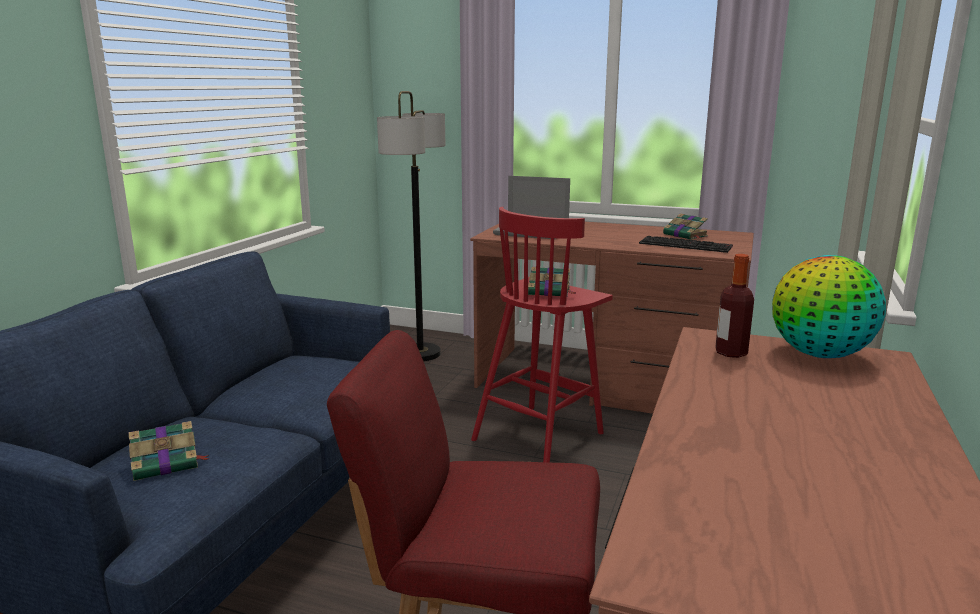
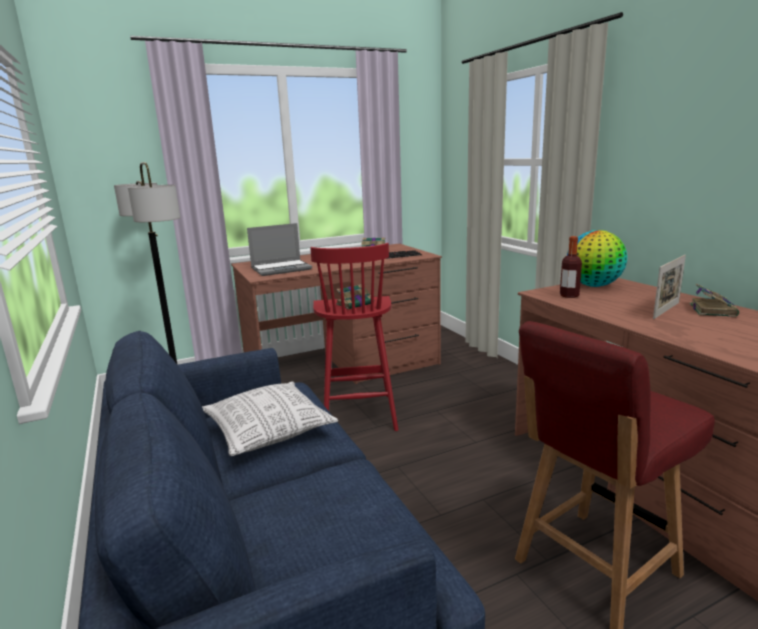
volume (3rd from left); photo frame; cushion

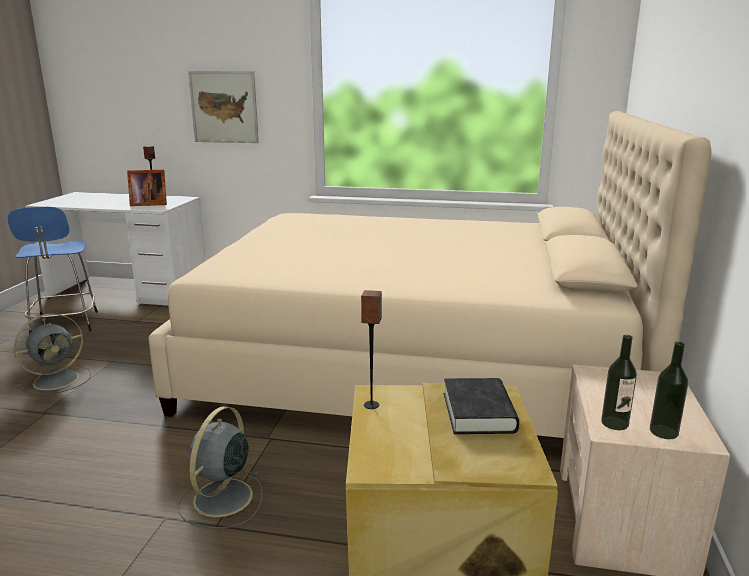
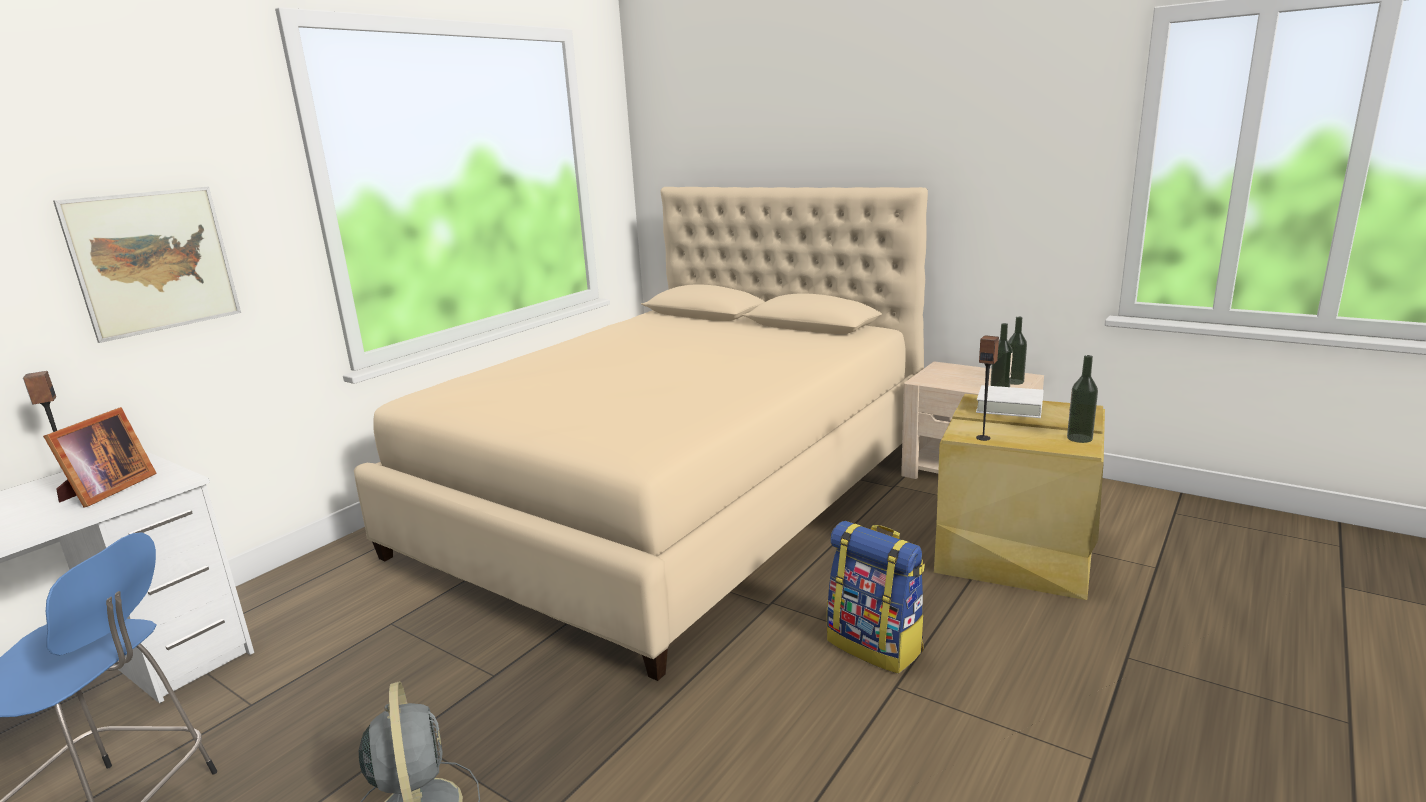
whitish volume; backpack; drink bottle (3rd from left)

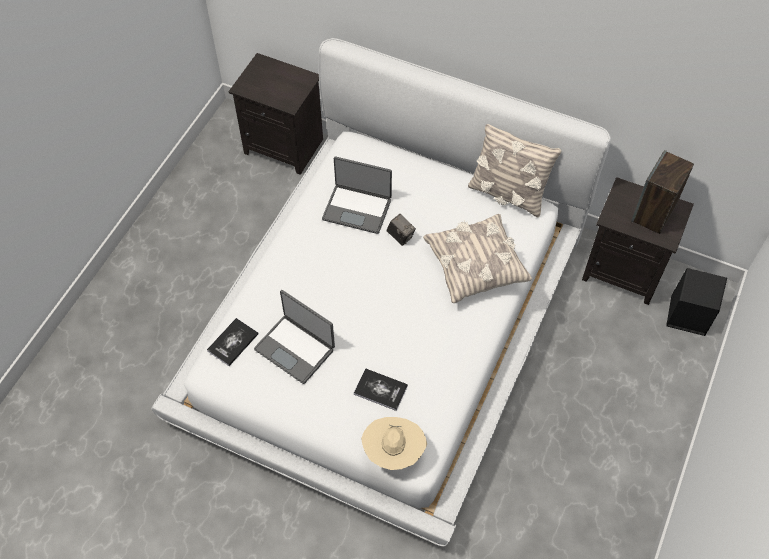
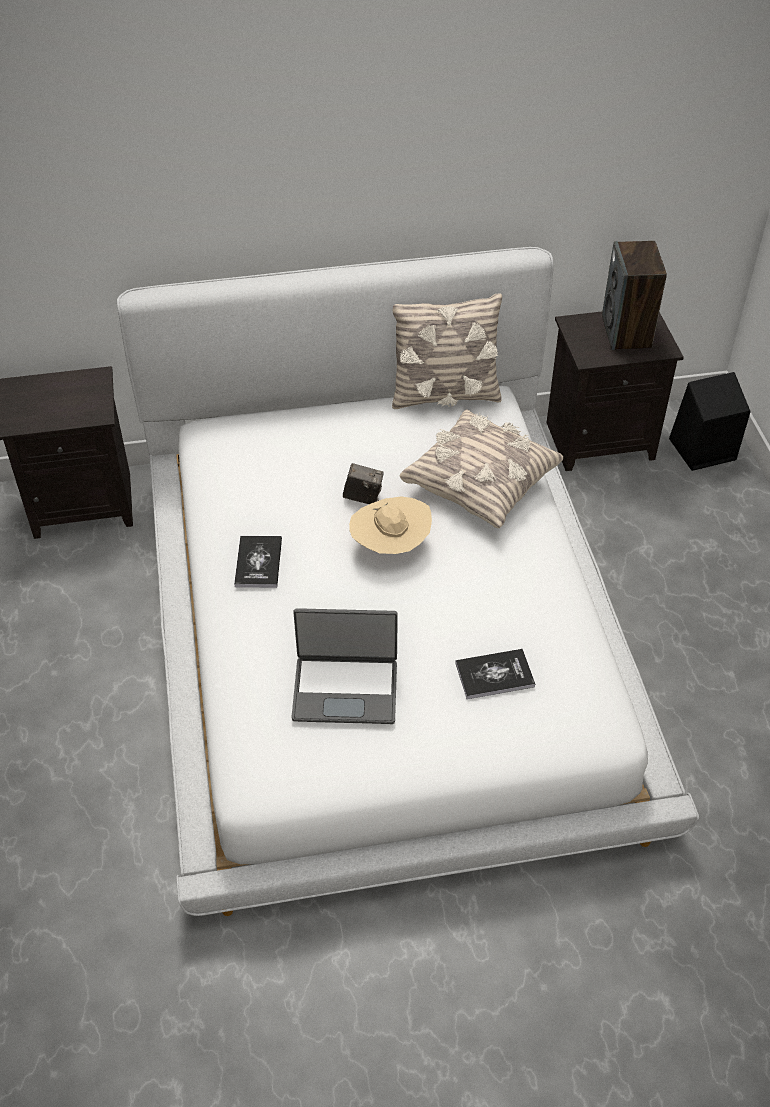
notebook computer (2nd from left in the first image); volume (1st from left); beige-coloured clothing hat

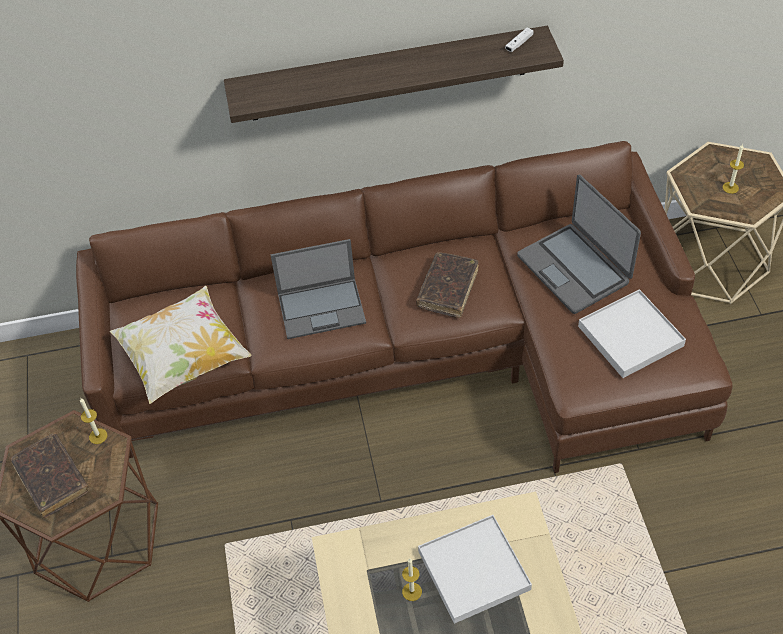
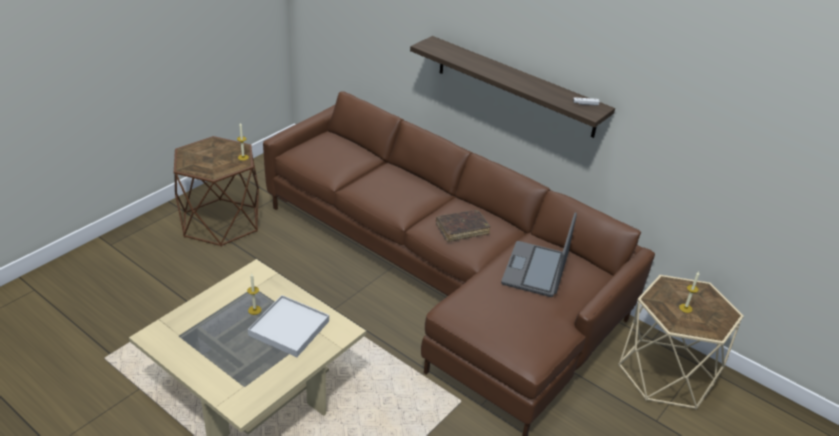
notebook computer (1st from left in the first image); cushion; whitish tray (2nd from left in the first image); brownish volume (1st from left in the first image)

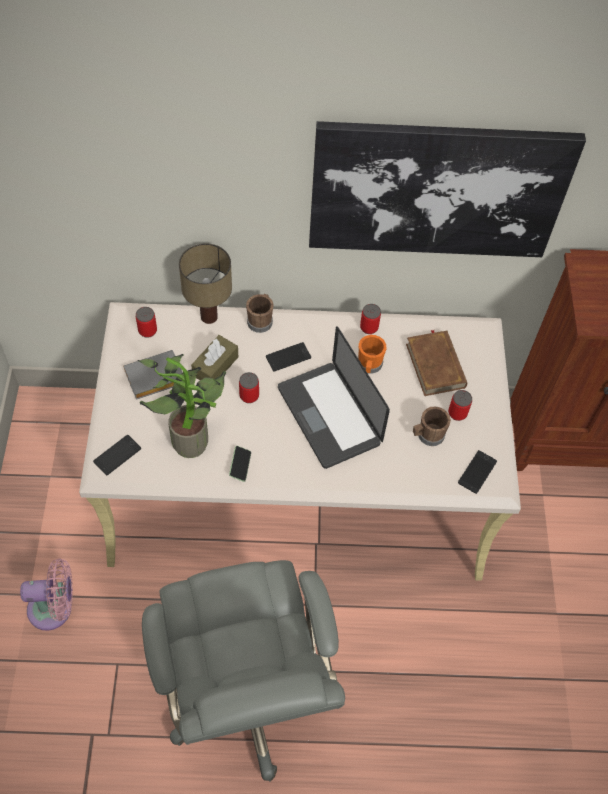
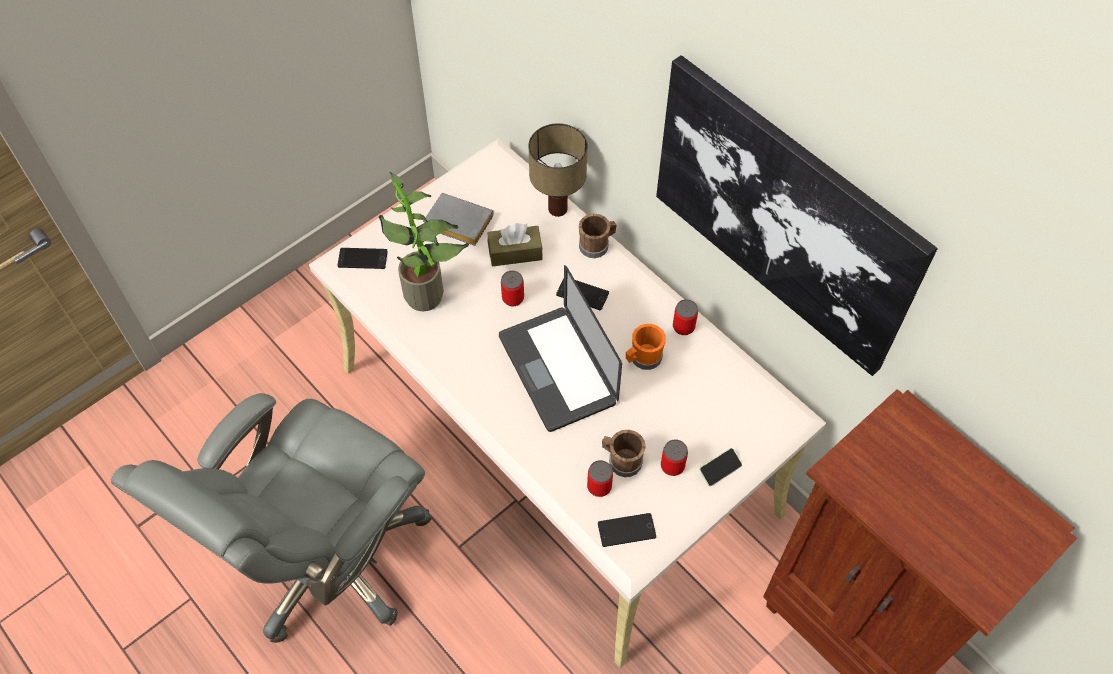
can (2nd from left); notebook computer; brownish volume; phone (4th from left); pinkish fan

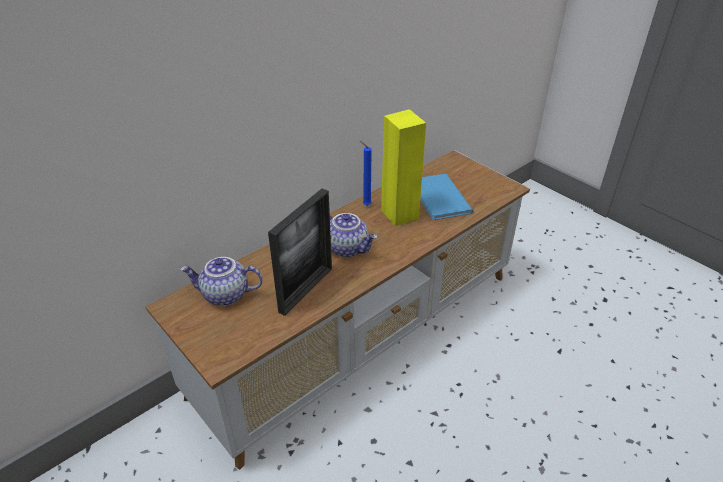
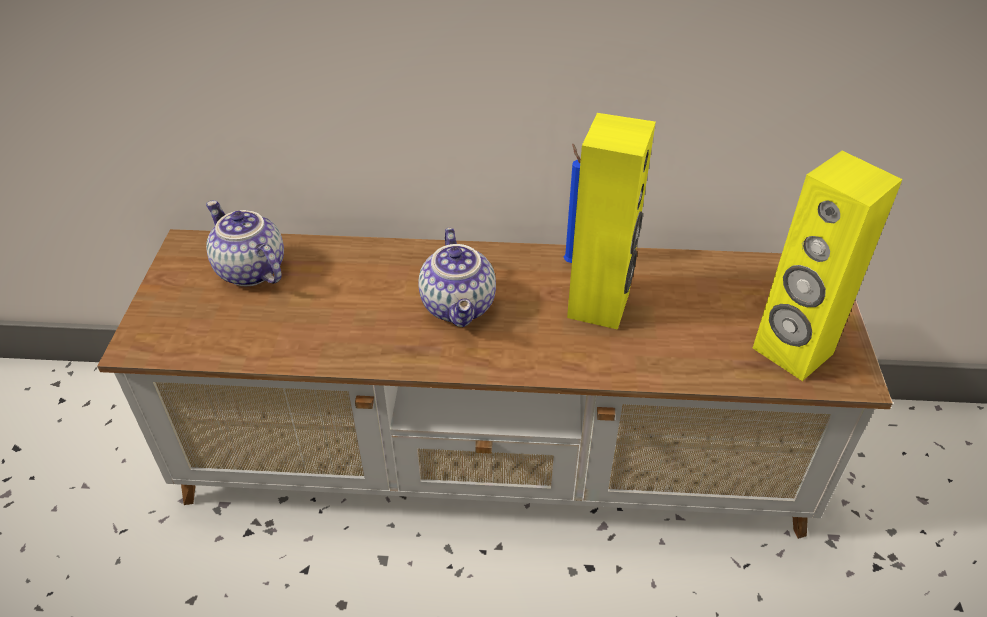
blue-coloured volume; photo frame; yellow-coloured loudspeaker (2nd from left)

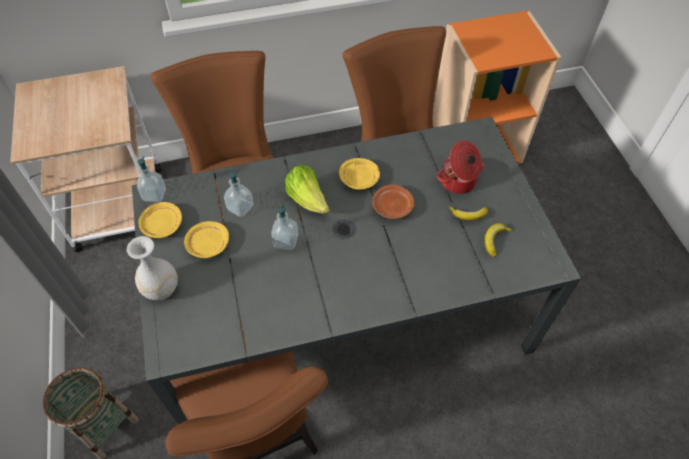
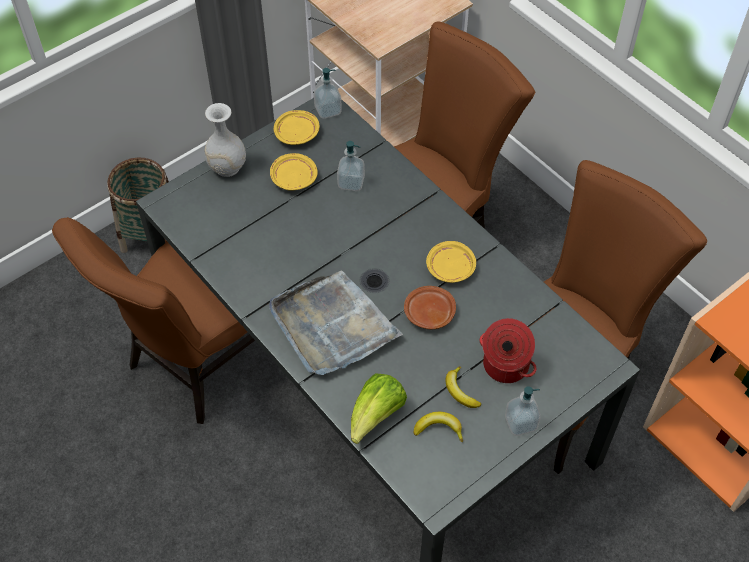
lettuce head; soap dispenser (3rd from left); greyish tray

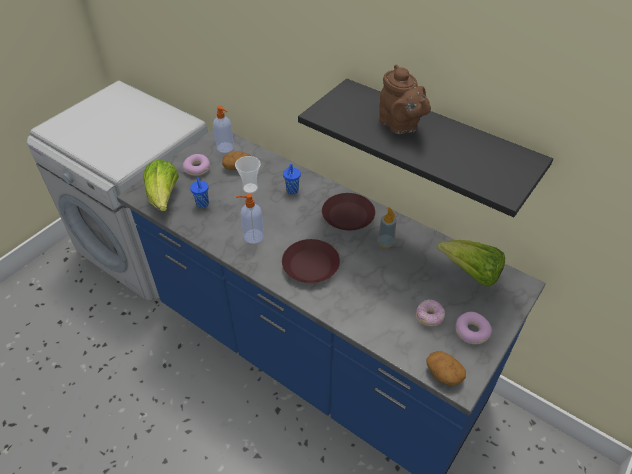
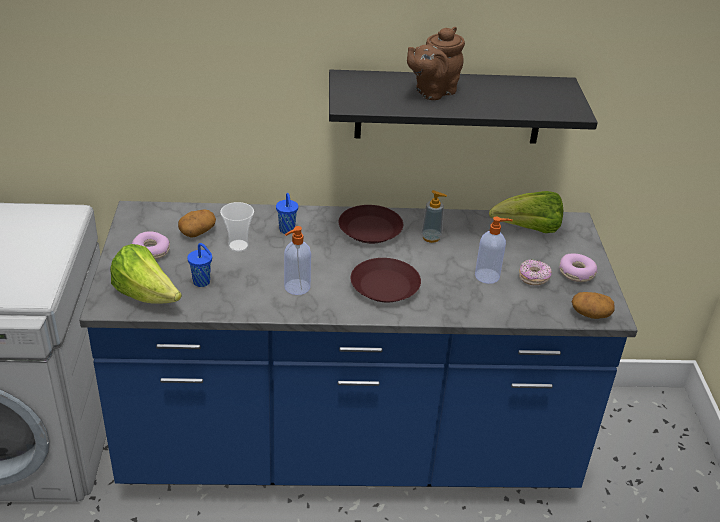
brownish teapot; soap dispenser (3rd from left)

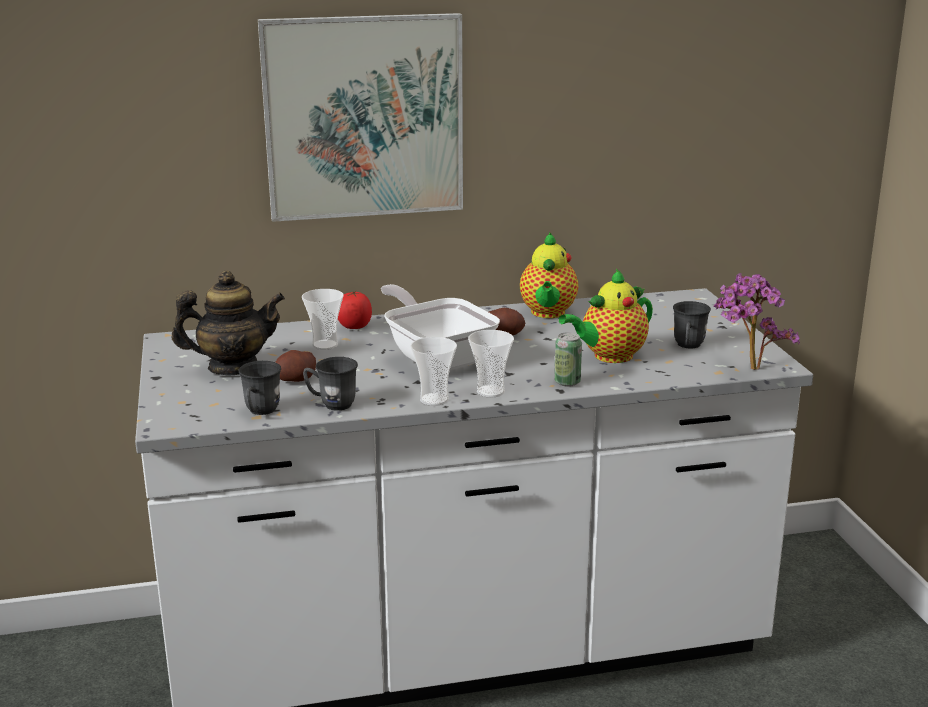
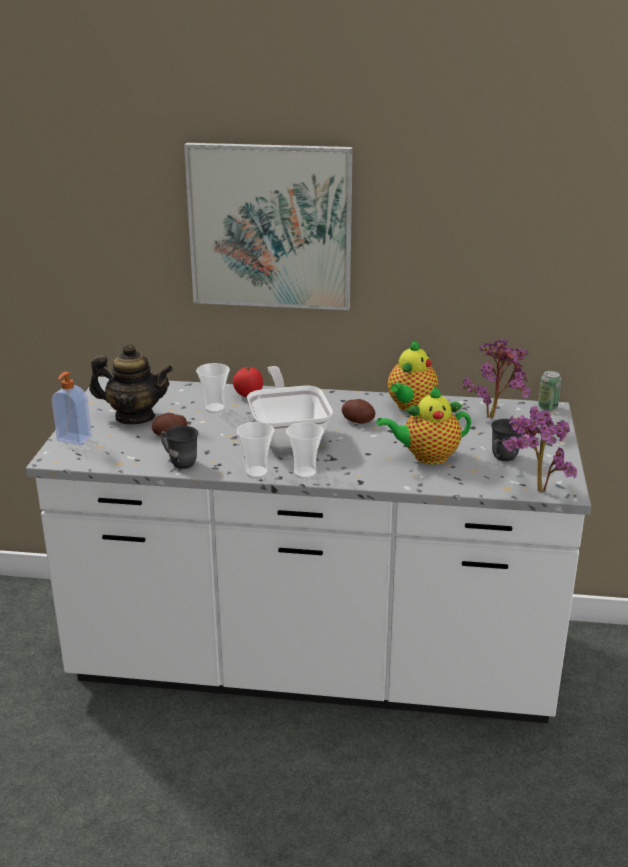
can; greyish tea mug (1st from left in the first image); houseplant (1st from left); soap dispenser

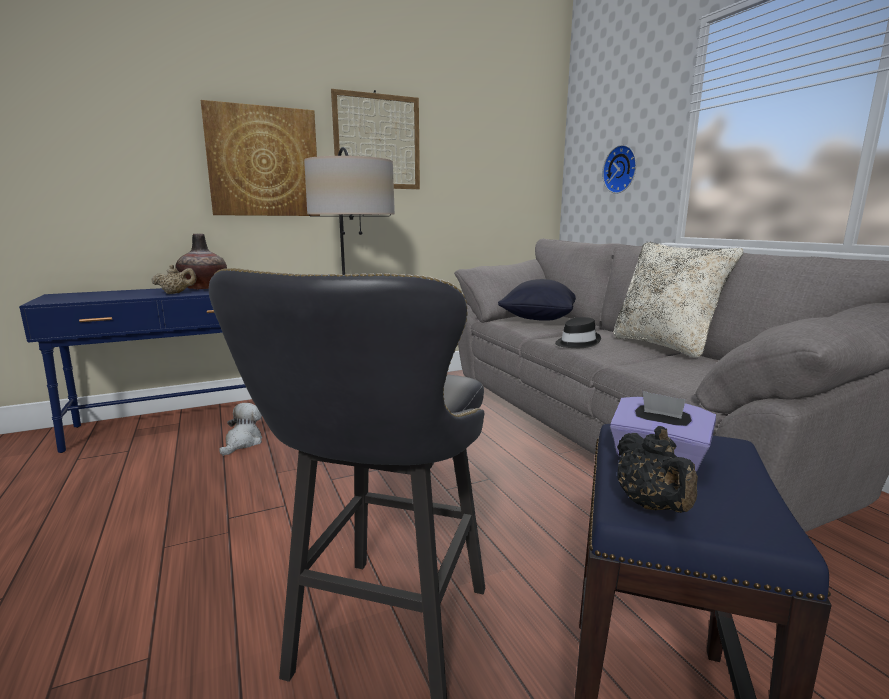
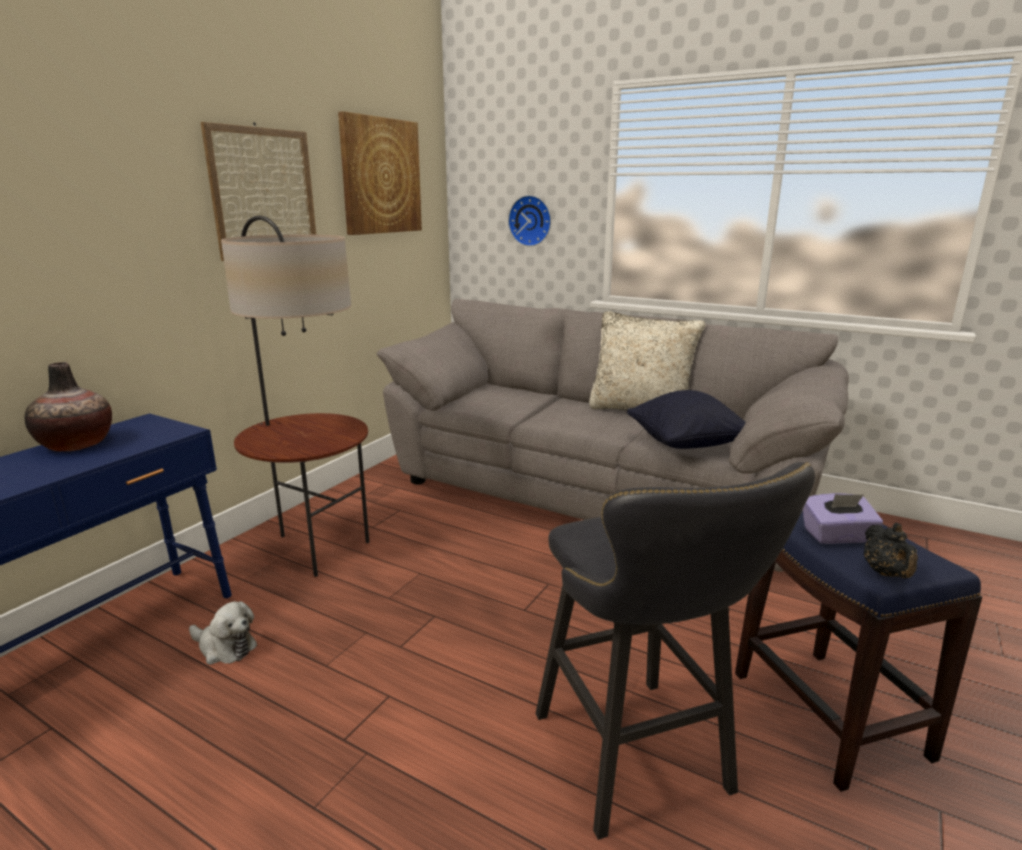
picture (2nd from left); beige-coloured teapot; black-coloured cushion; black-coloured clothing hat; cuddly toy; black-coloured teapot

